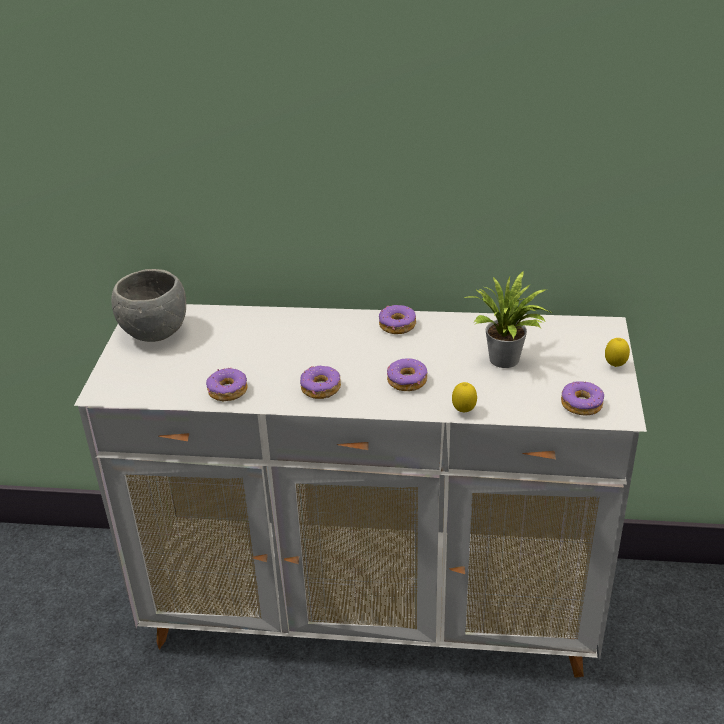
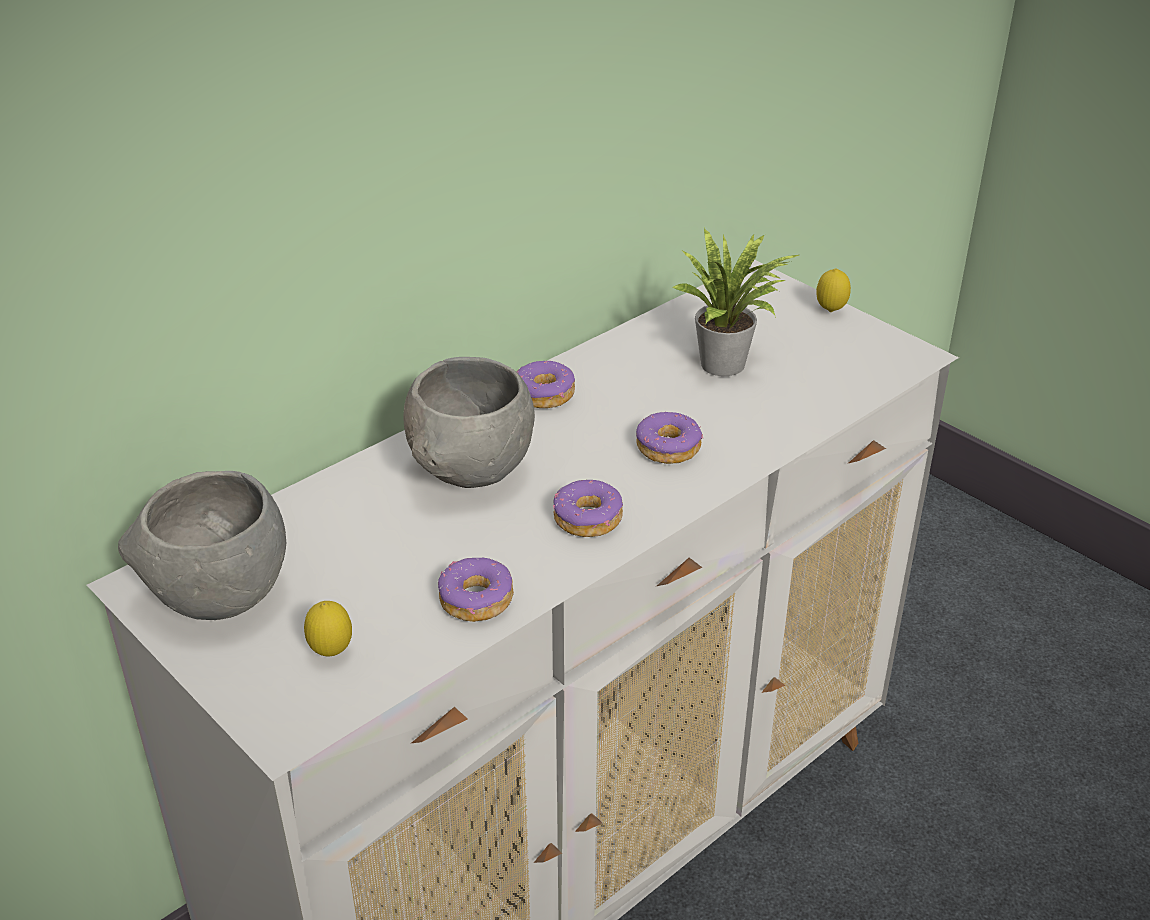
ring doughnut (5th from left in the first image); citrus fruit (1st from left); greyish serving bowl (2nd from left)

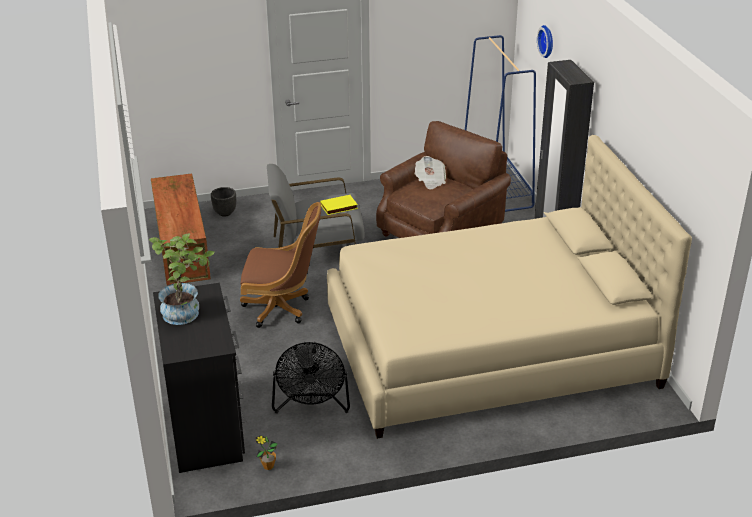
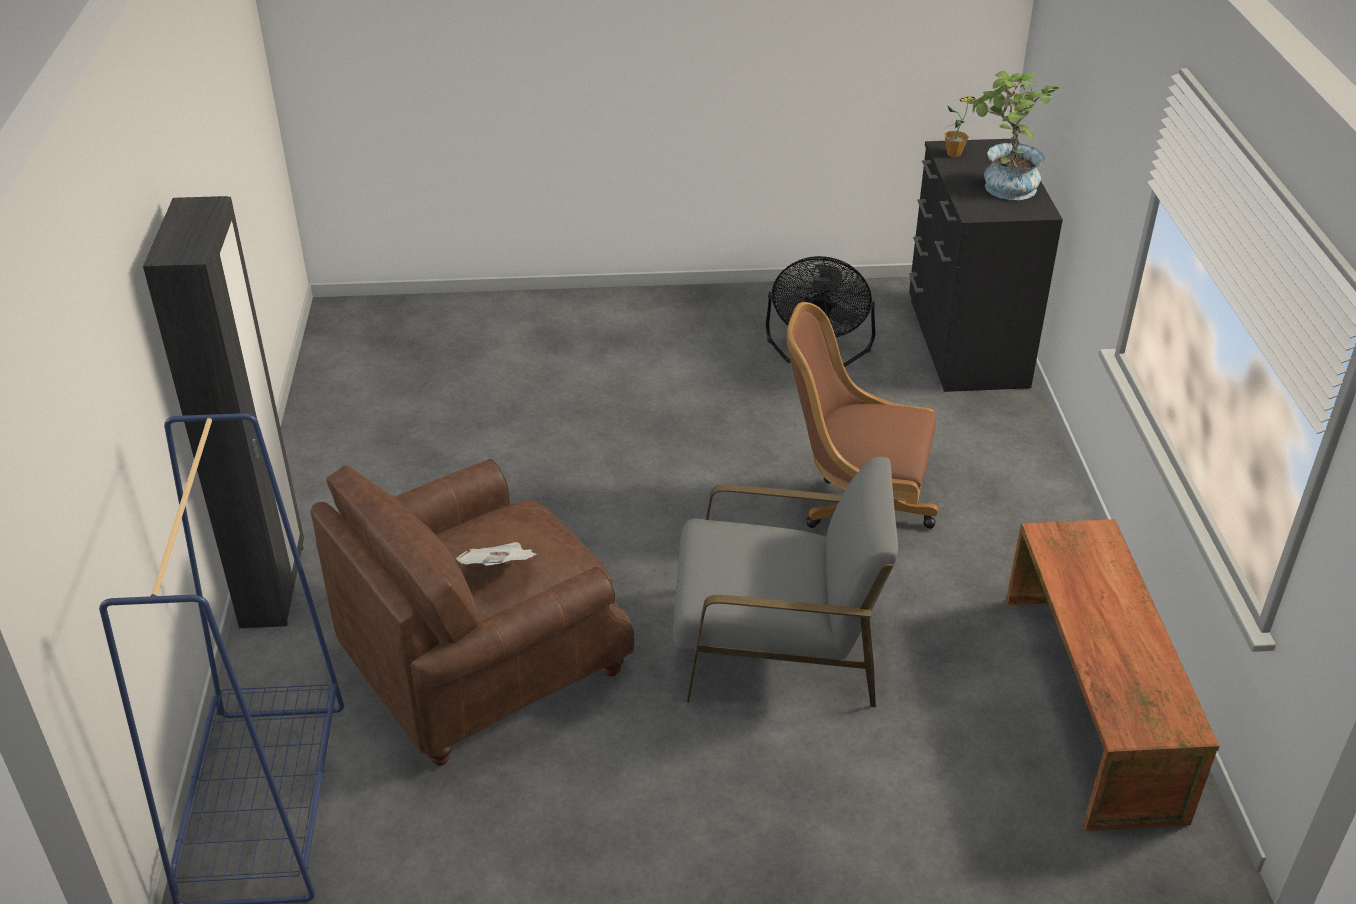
wall clock; beige-coloured sleeping bed; black-coloured planter; yellow-coloured volume; houseplant (1st from left)

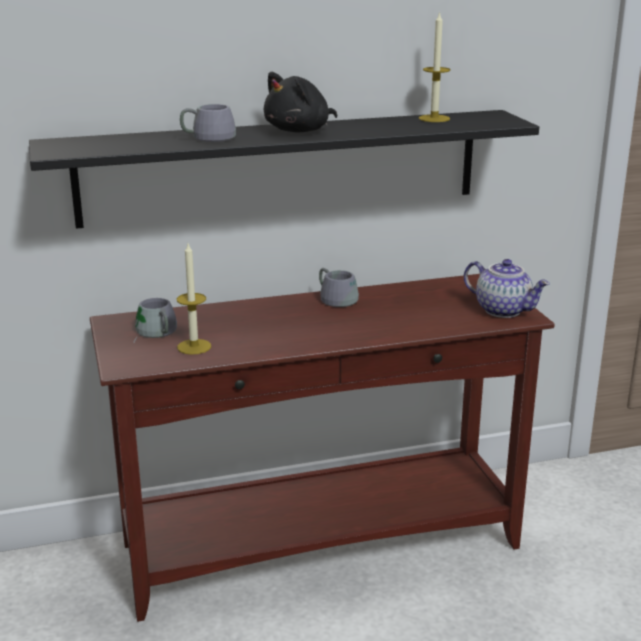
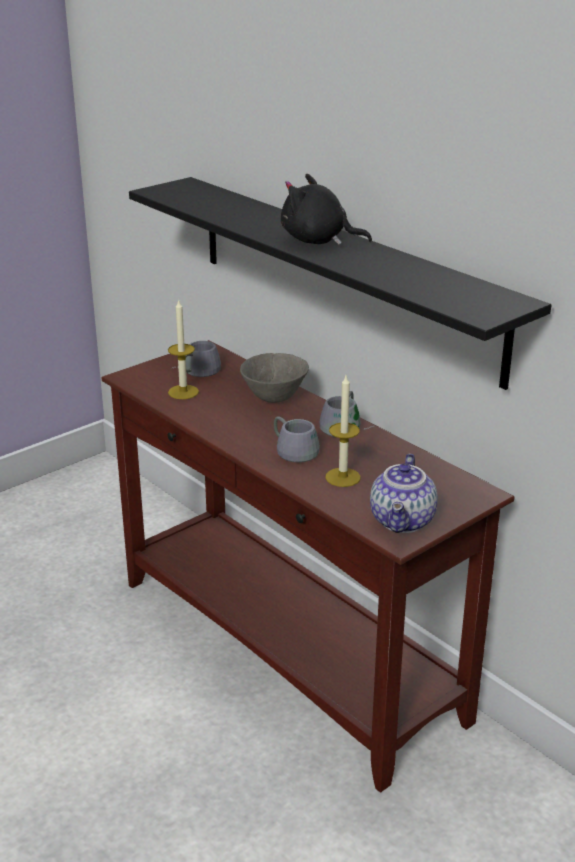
wax light (2nd from left); greyish tea mug (2nd from left); greyish serving bowl

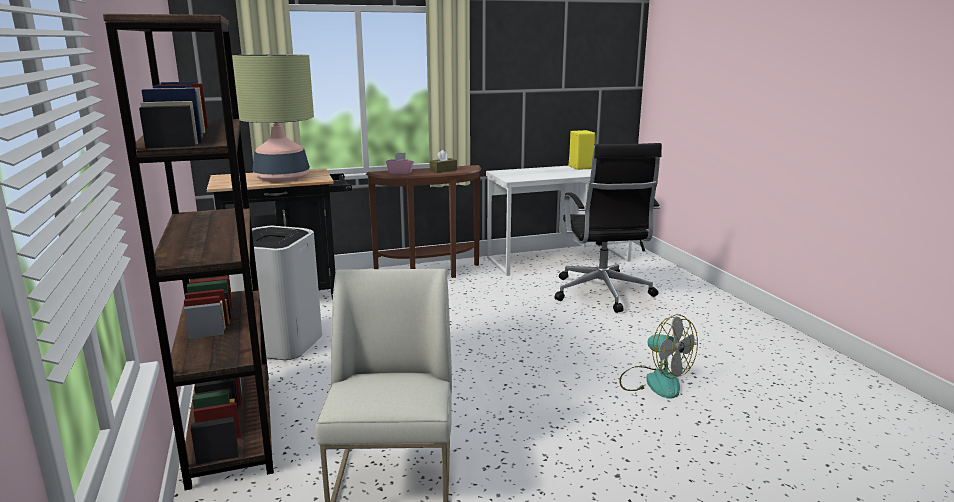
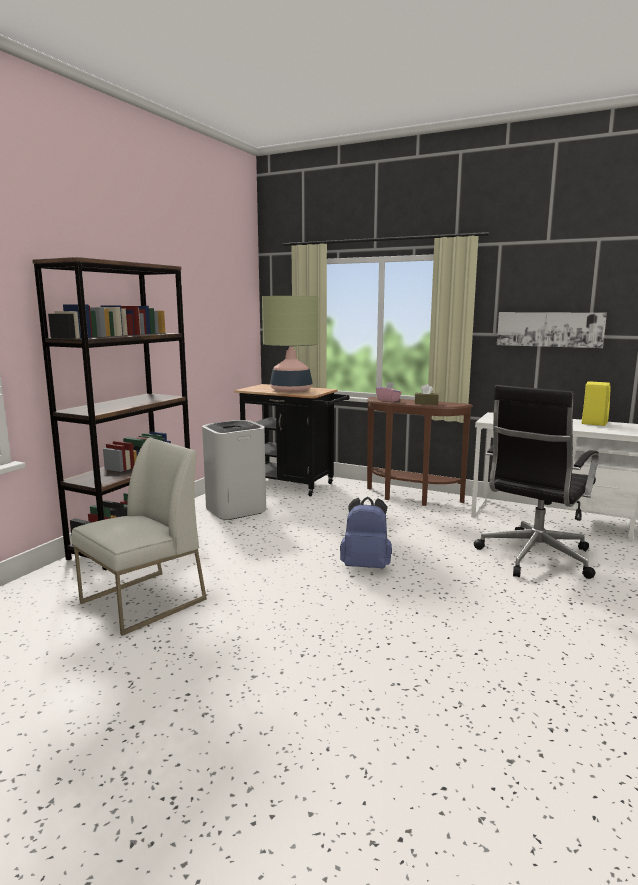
fan; picture; blue-coloured backpack

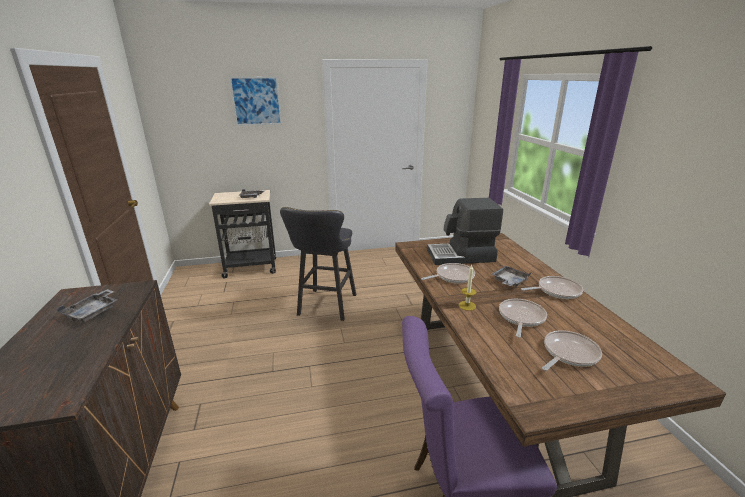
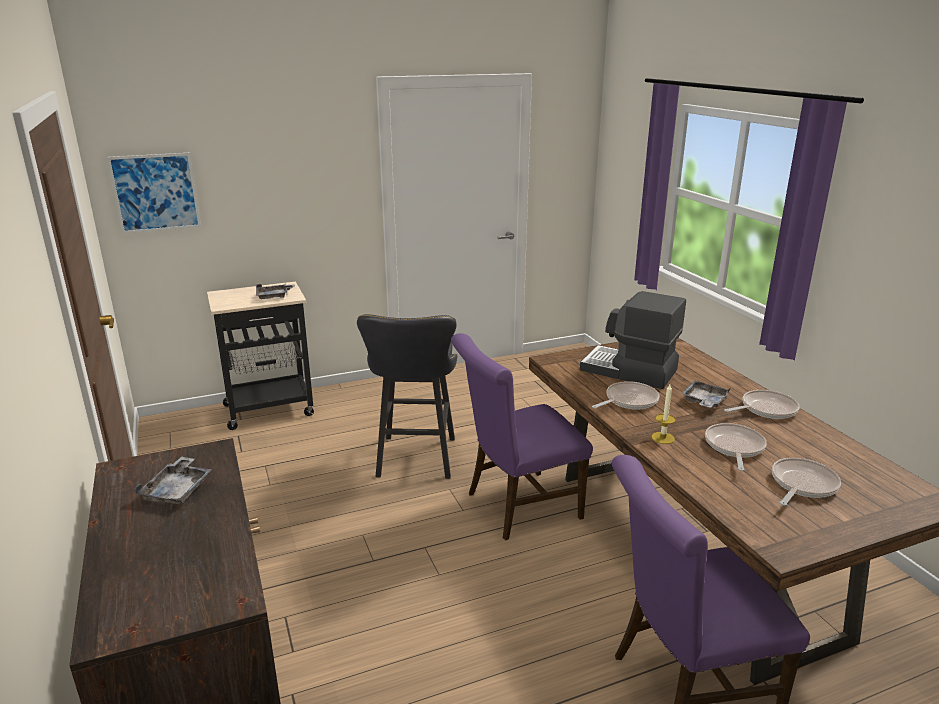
picture; coffee machine; purple plain chair (1st from left)

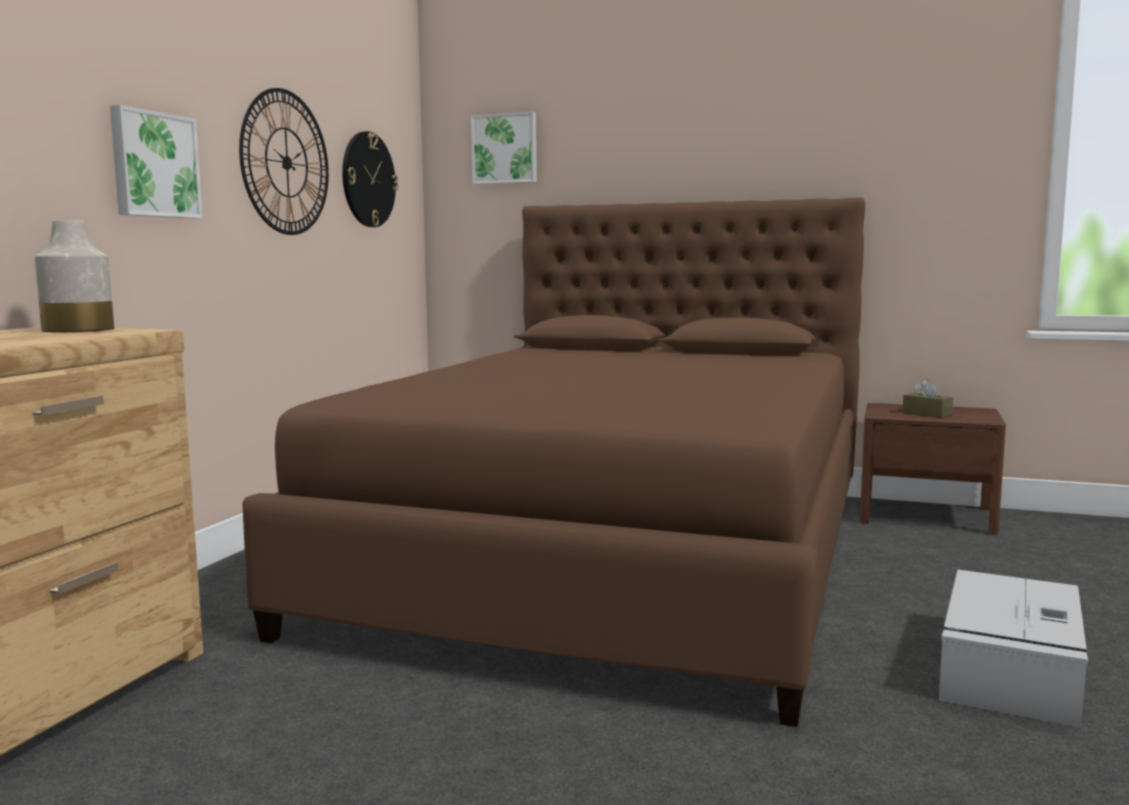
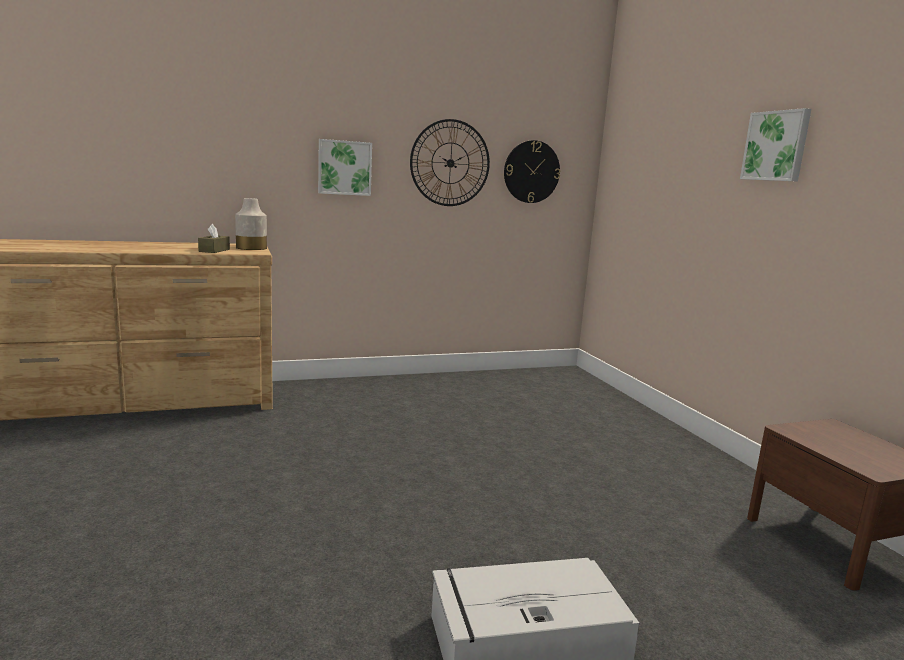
picture (2nd from left); brownish sleeping bed; brownish tissue holder

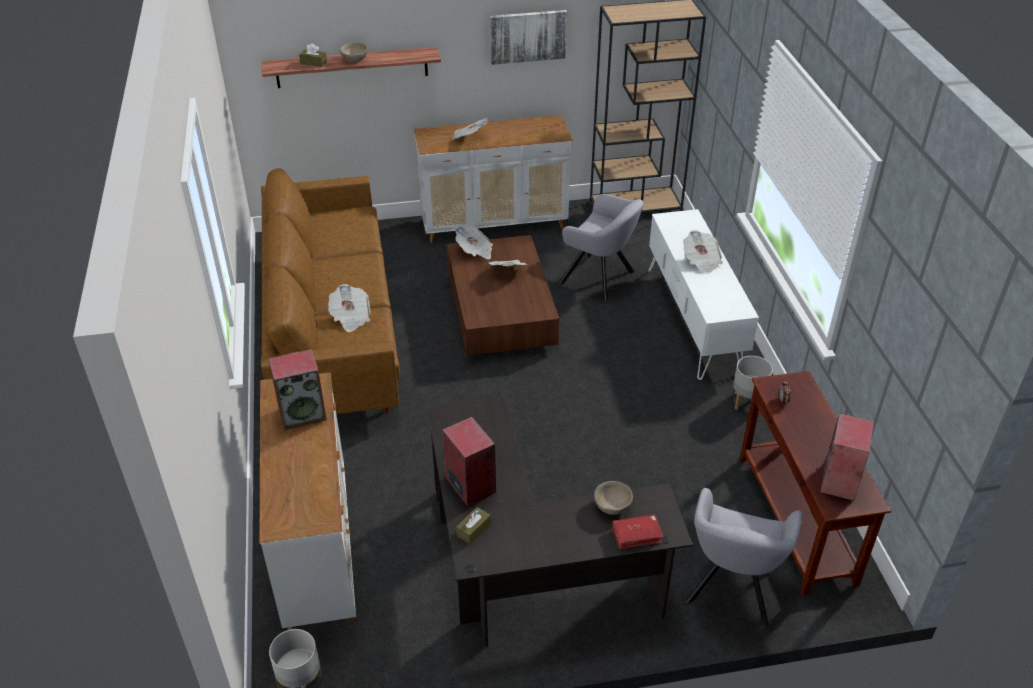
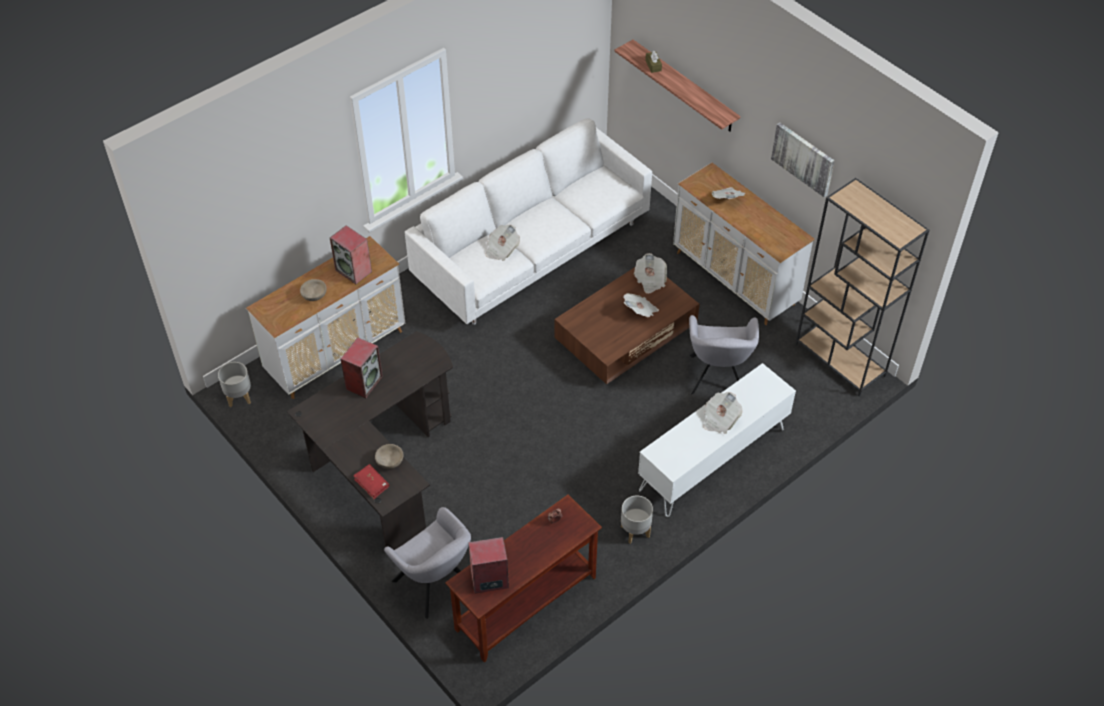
beige-coloured serving bowl (1st from left); whitish couch; greyish armchair (1st from left); brownish tissue holder (2nd from left in the first image)

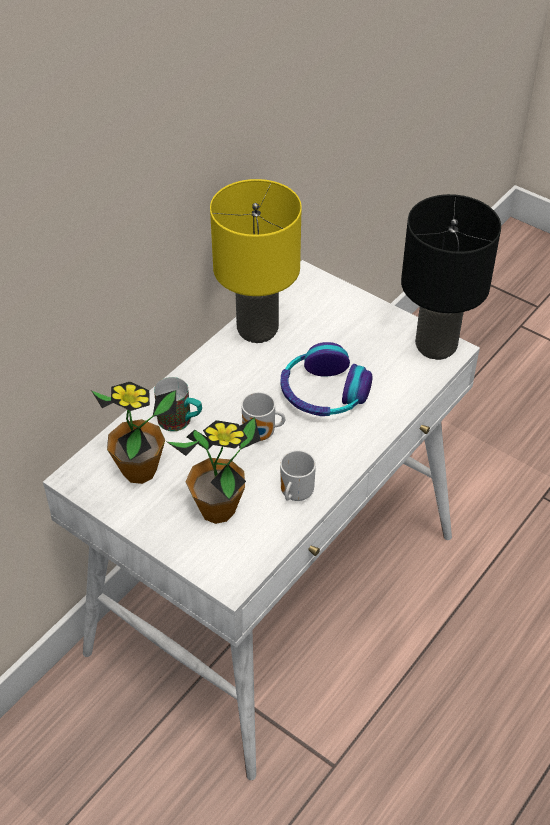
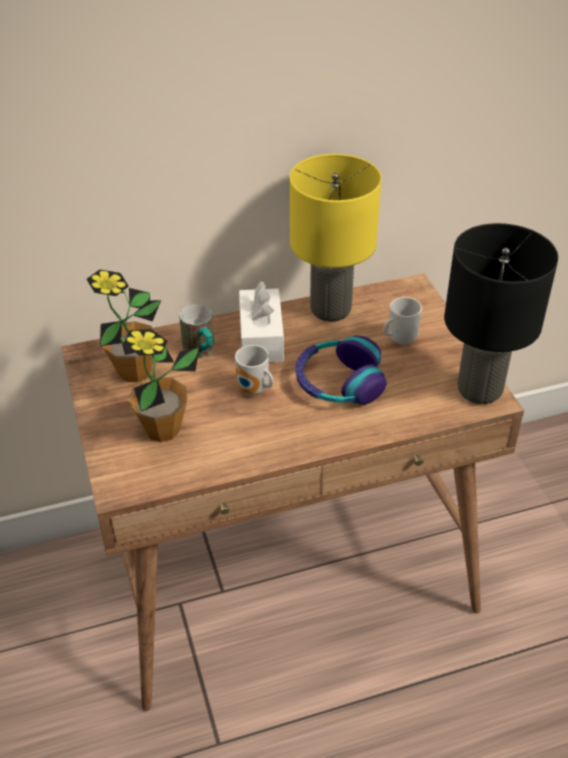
brownish desk unit; tea mug (3rd from left); whitish tissue holder

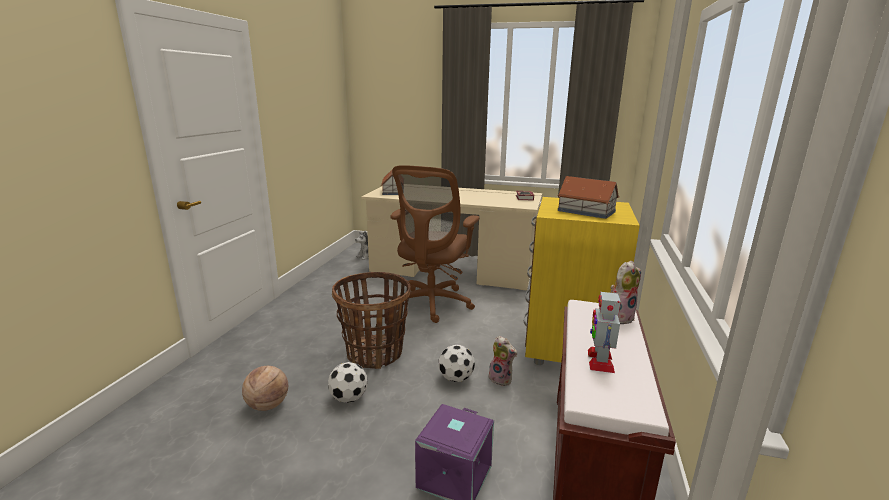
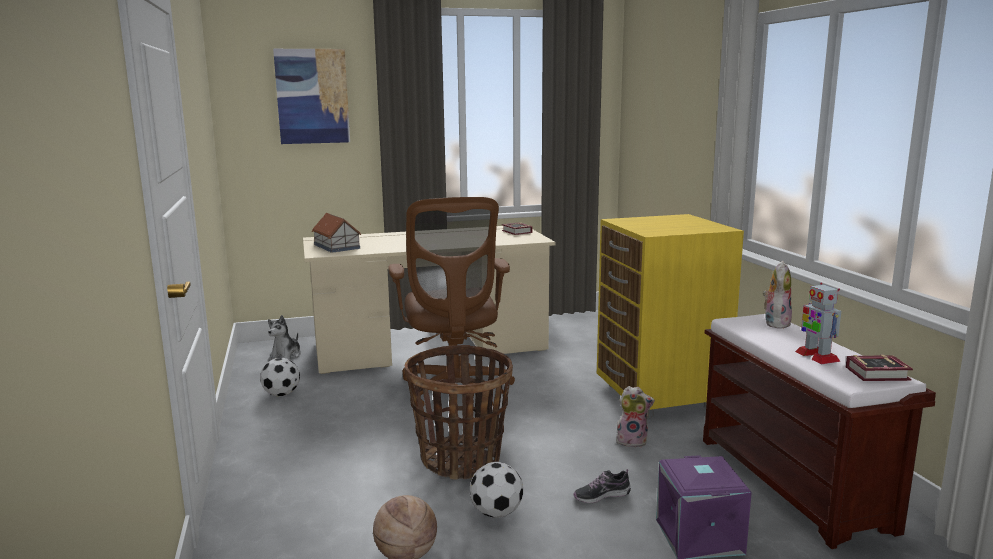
miniature house (2nd from left in the first image); football (1st from left); picture; volume (2nd from left); low shoe

